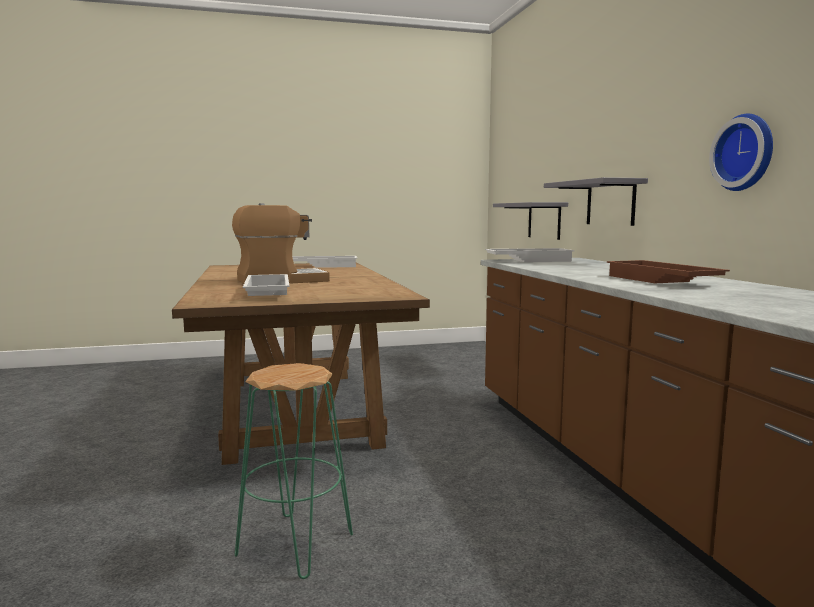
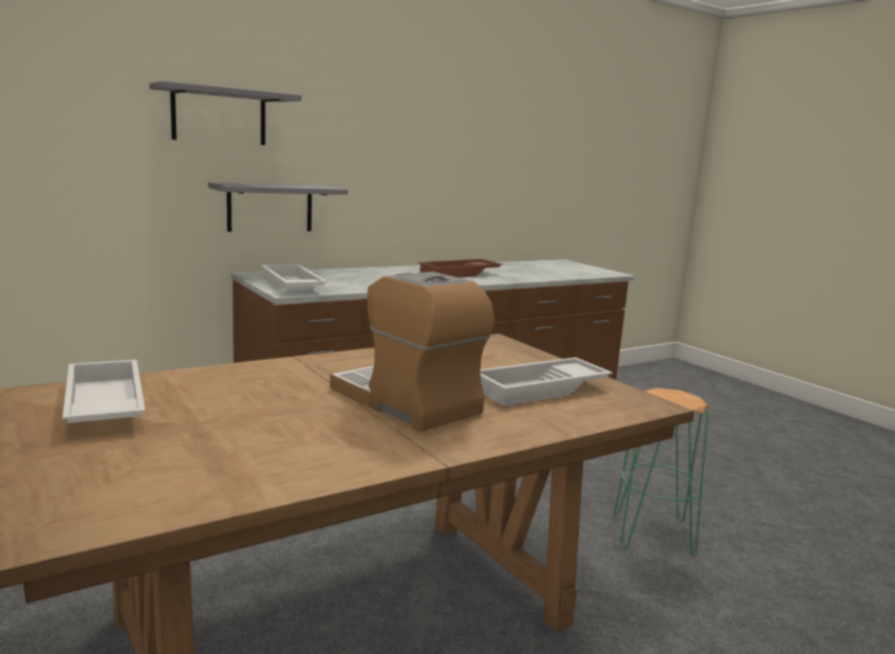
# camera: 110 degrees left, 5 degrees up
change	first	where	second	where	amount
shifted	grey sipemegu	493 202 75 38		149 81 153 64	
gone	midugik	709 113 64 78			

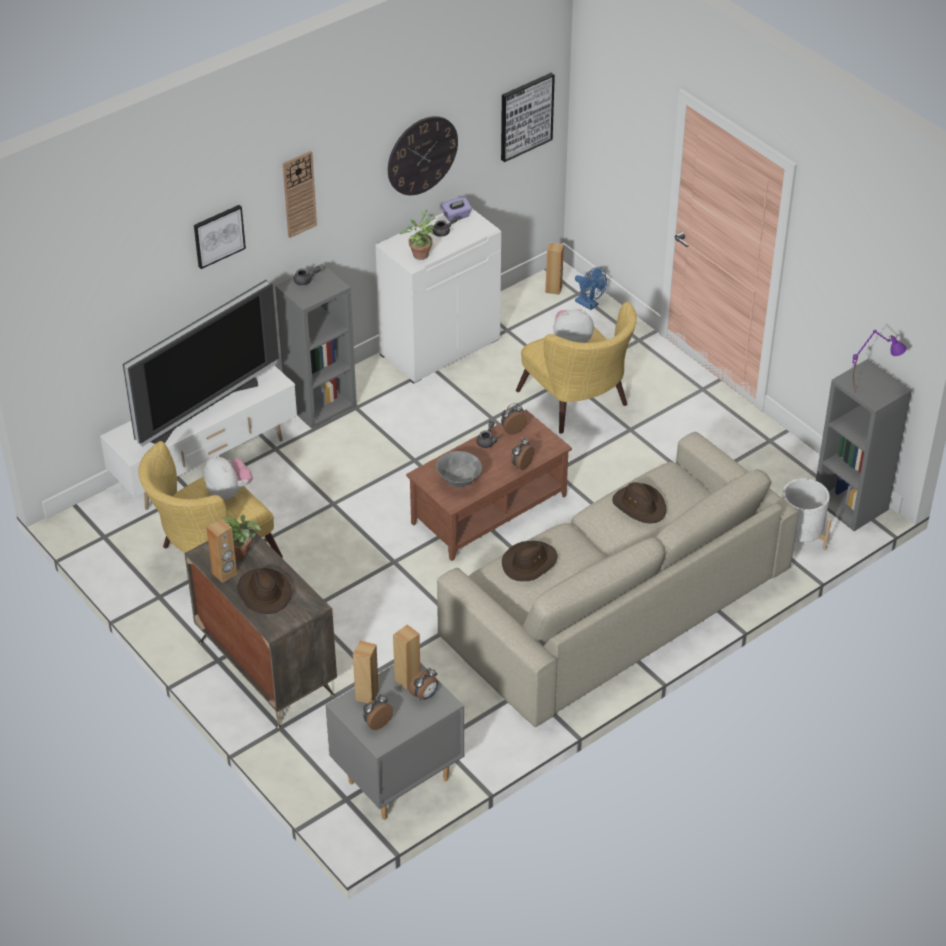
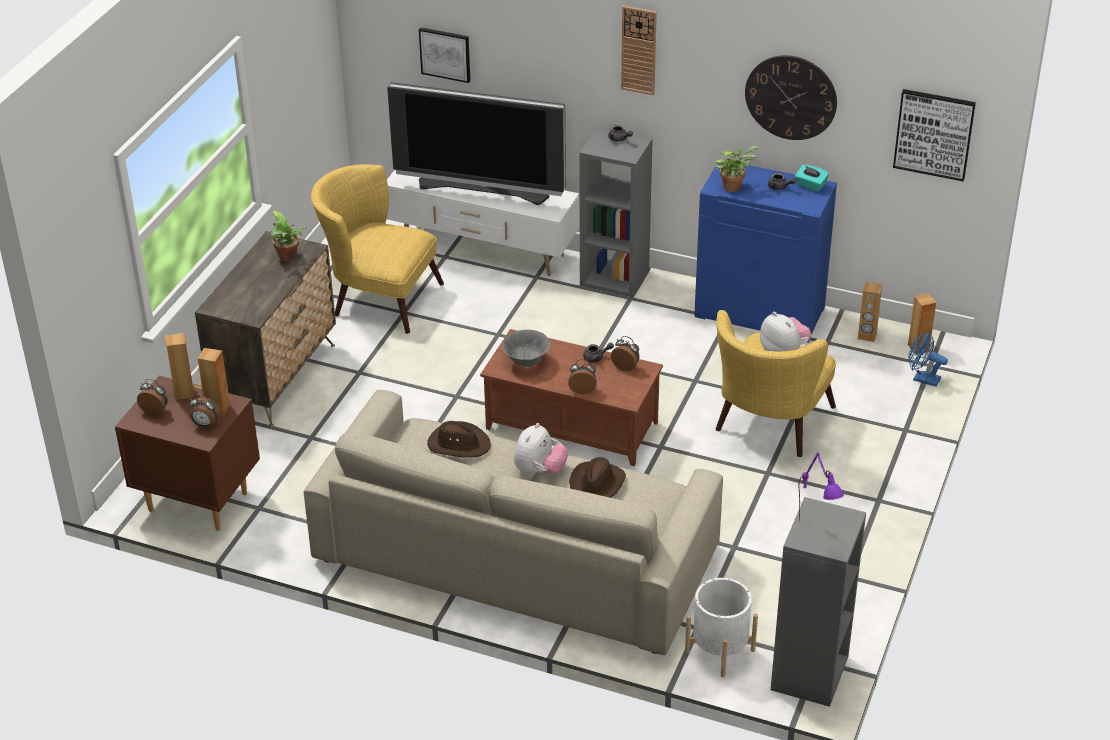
# camera: 60 degrees right, 5 degrees down
change	first	where	second	where	amount
repainted	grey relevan	325 663 139 157	brown relevan	115 375 145 156	
shifted	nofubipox	194 205 52 64		419 27 51 56	
shifted	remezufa	204 455 49 46		514 423 54 52	
repainted	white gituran	375 209 126 175	blue gituran	694 159 143 184	
repainted	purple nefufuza	441 197 31 25	turquoise nefufuza	795 164 34 28	
shifted	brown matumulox	206 519 31 64		858 282 24 60	
rotated	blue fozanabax	575 267 32 43		908 332 40 55	105 degrees clockwise
gone	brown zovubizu	237 568 55 46			

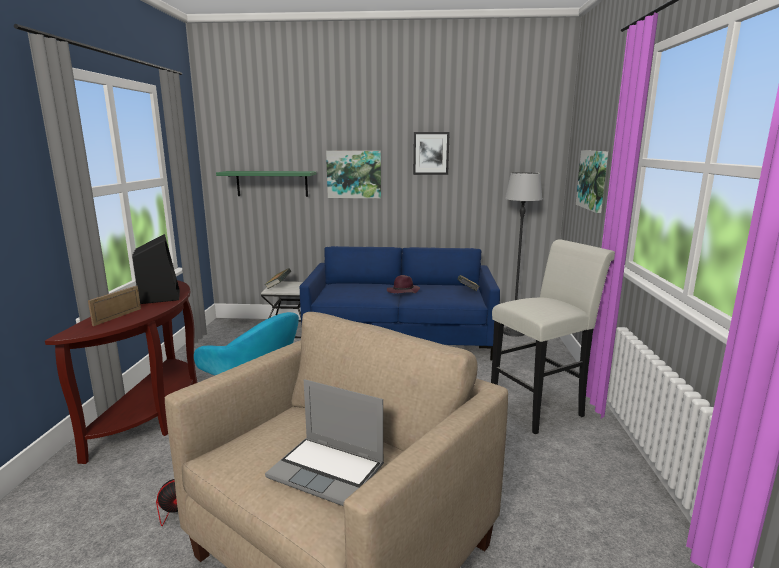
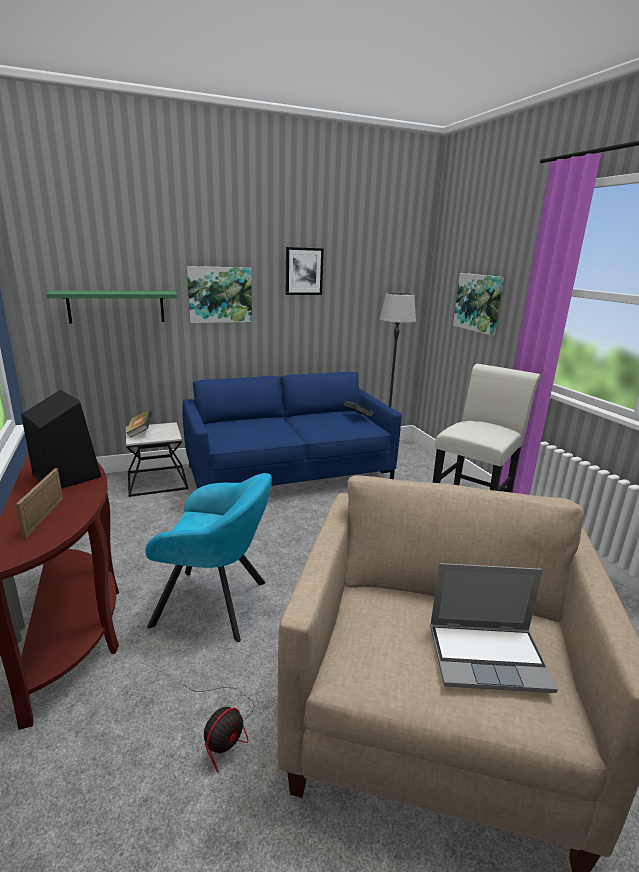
# camera: 25 degrees left, 5 degrees up
change	first	where	second	where	amount
gone	purple zovubizu	387 275 33 18			

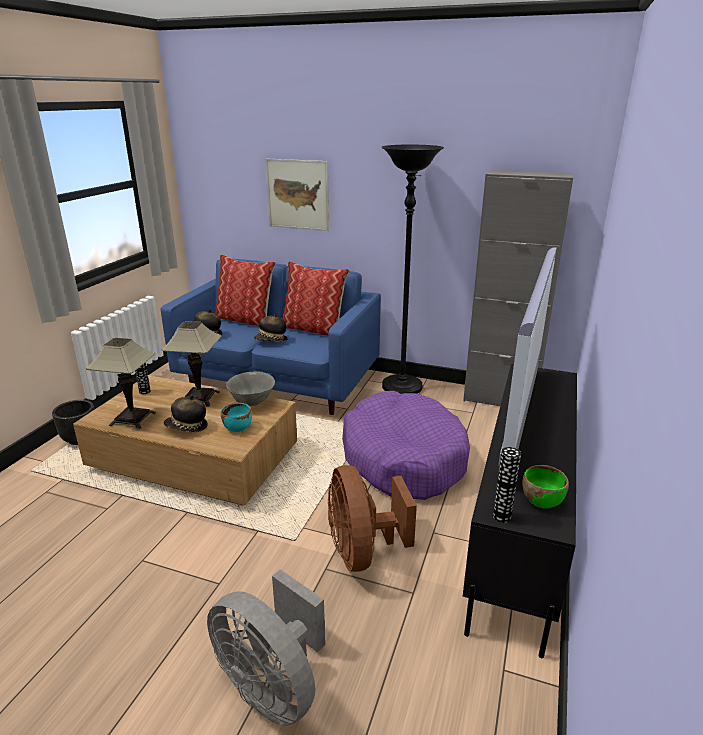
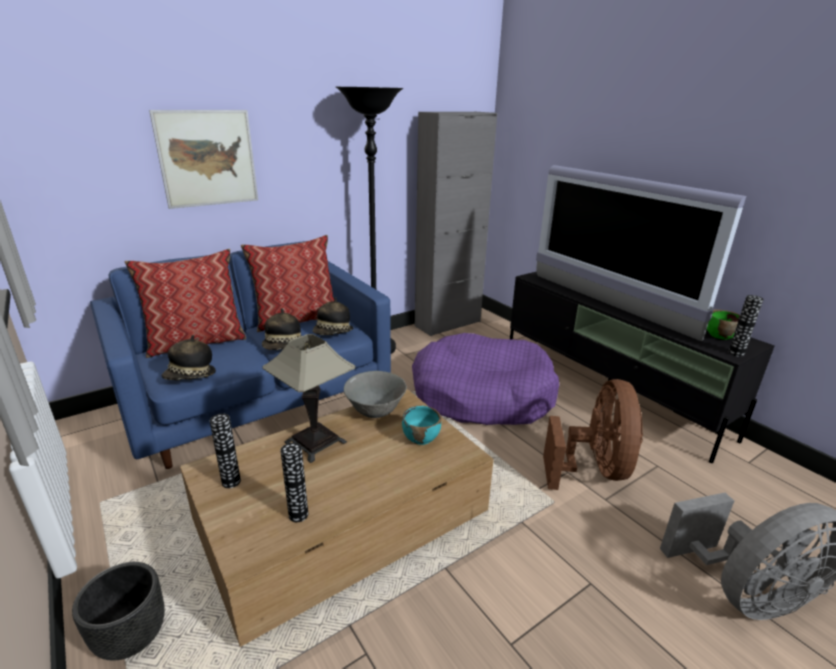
# camera: 55 degrees left, 0 degrees up
change	first	where	second	where	amount
swapped	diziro	86 338 70 91	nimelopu	280 443 28 79	
shifted	zovubizu	164 395 44 37		313 297 40 38	
rotated	brown fozanabax	328 465 89 107		543 379 100 111	105 degrees counterclockwise

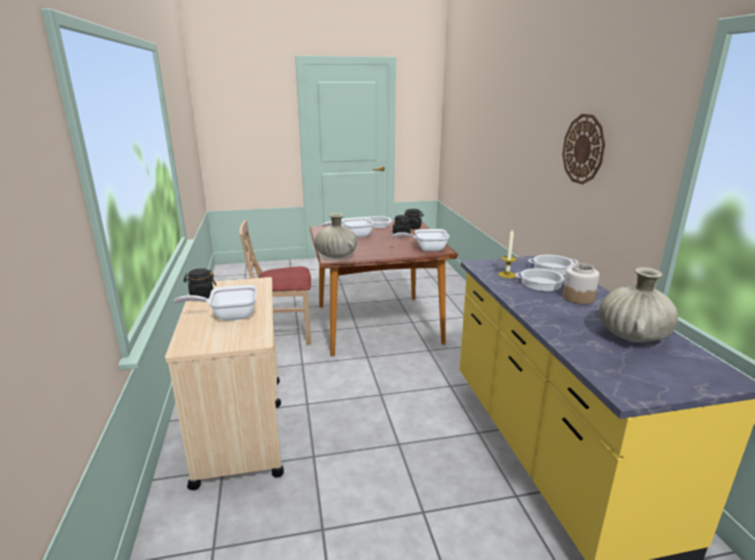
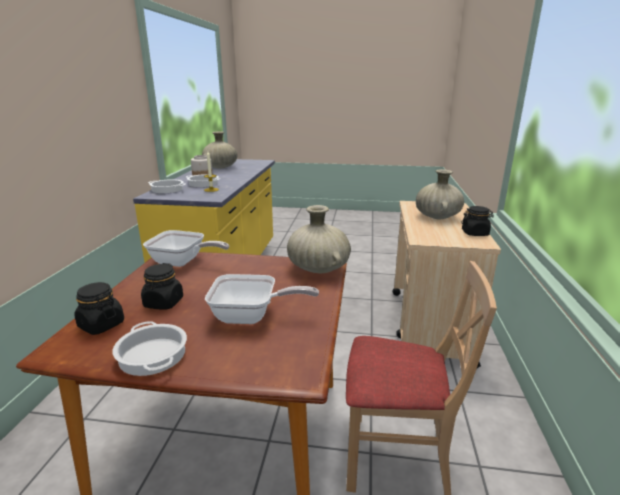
# camera: 160 degrees left, 0 degrees up
change	first	where	second	where	amount
swapped	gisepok	174 285 83 36	beige nimelopu	416 169 48 51	
gone	midugik	562 114 43 71			

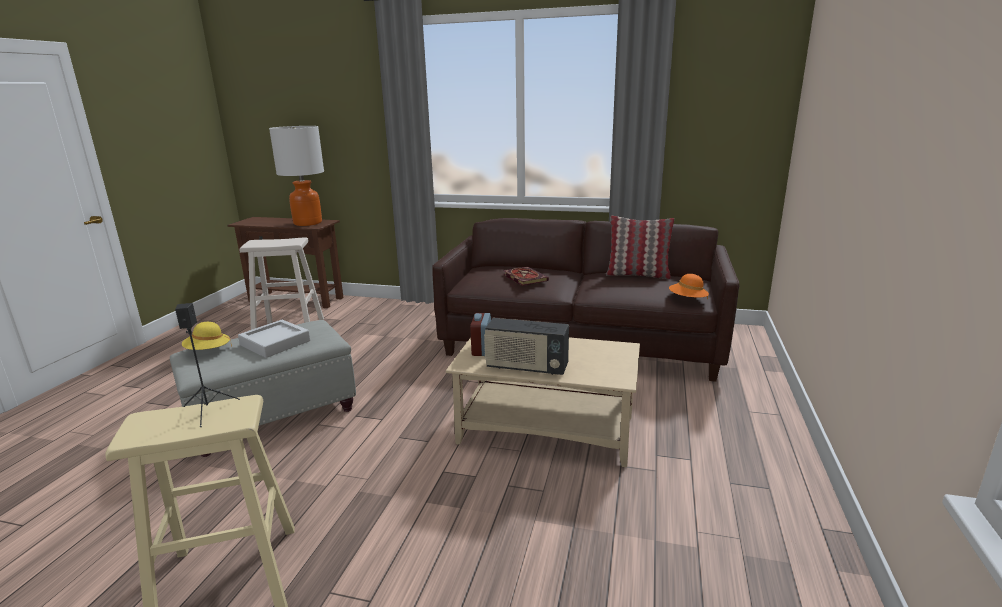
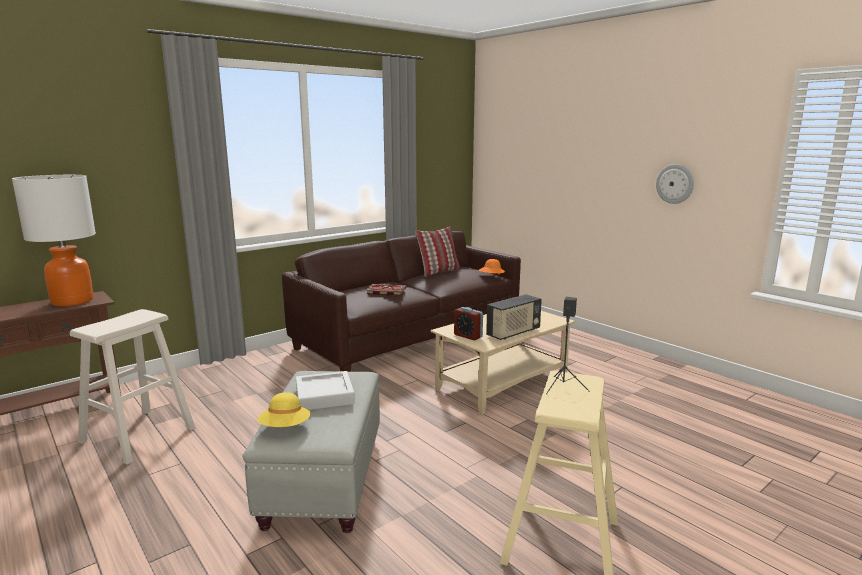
# camera: 55 degrees left, 5 degrees down
change	first	where	second	where	amount
new			midugik	656 164 38 40	

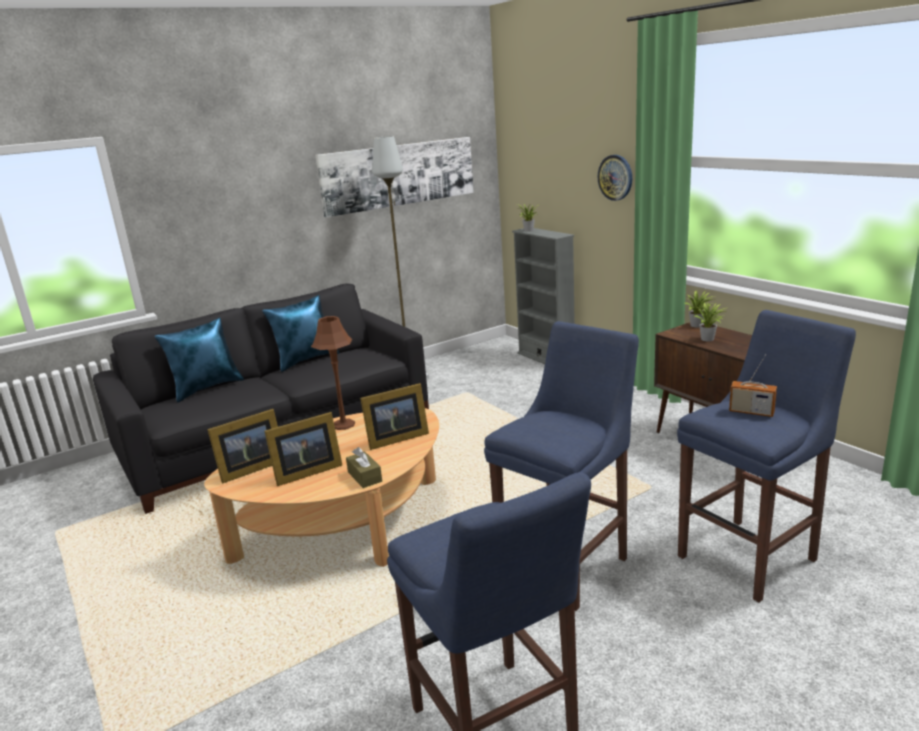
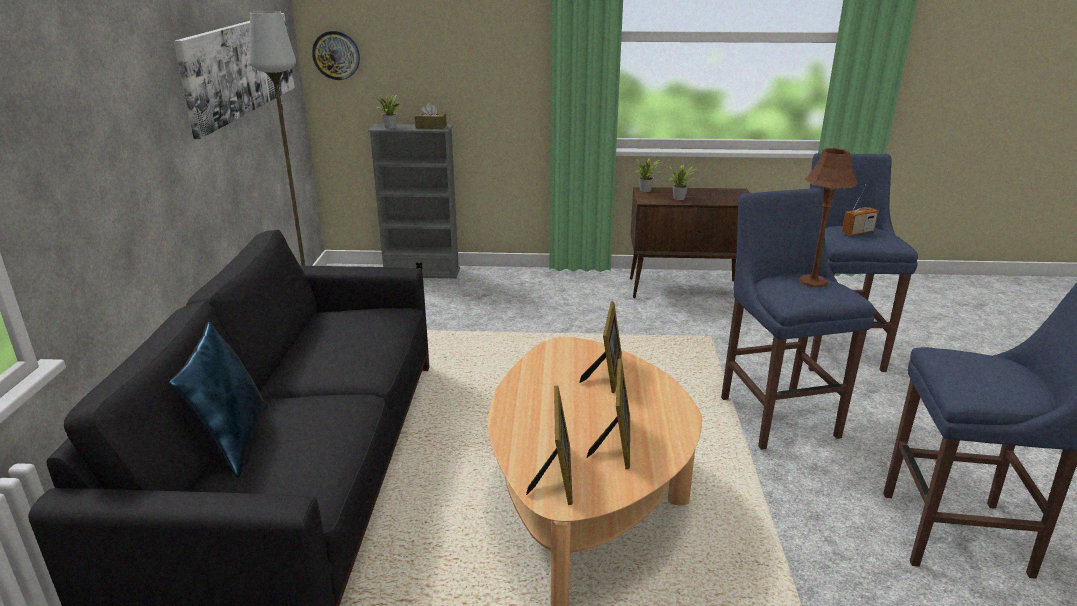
# camera: 55 degrees left, 5 degrees up
change	first	where	second	where	amount
shifted	midugik	598 155 34 46		312 31 48 49	
shifted	brown nefufuza	346 447 36 41		415 103 32 26	
shifted	brown diziro	311 316 44 114		799 148 59 140	
gone	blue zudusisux	262 295 77 77			

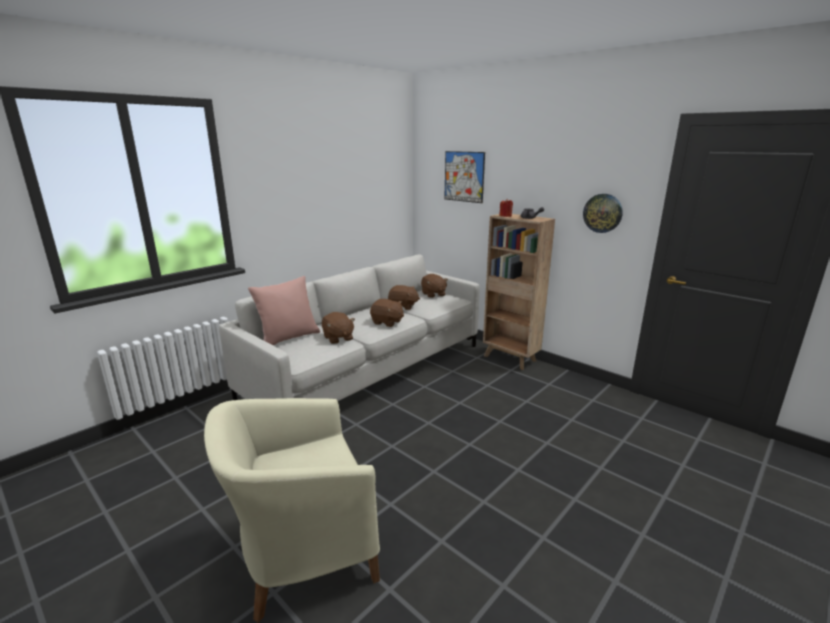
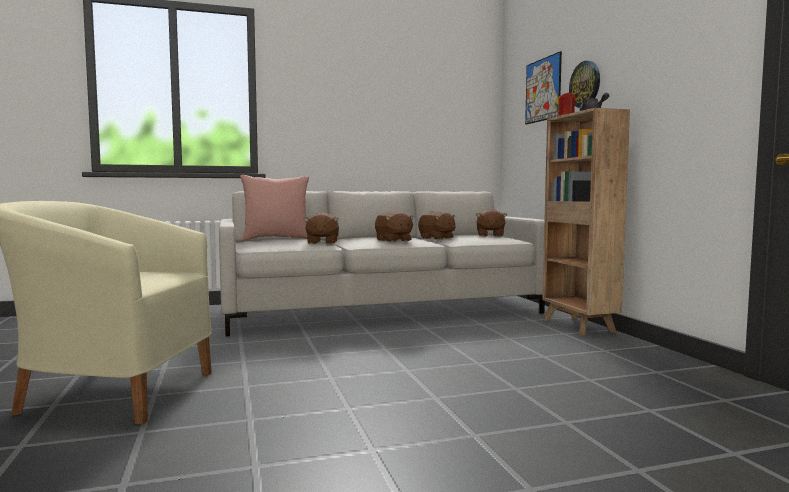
# camera: 30 degrees right, 15 degrees down
change	first	where	second	where	amount
shifted	midugik	583 194 40 39		569 61 31 47	

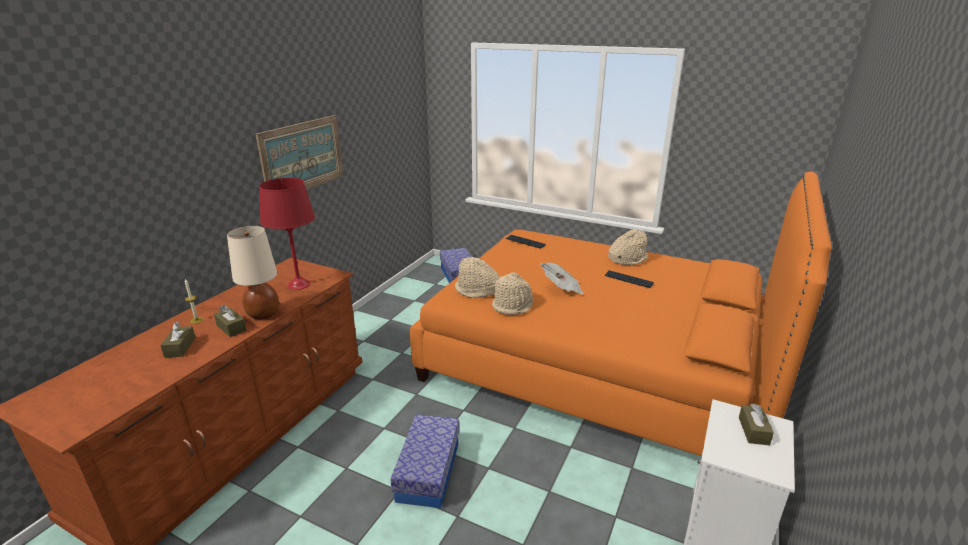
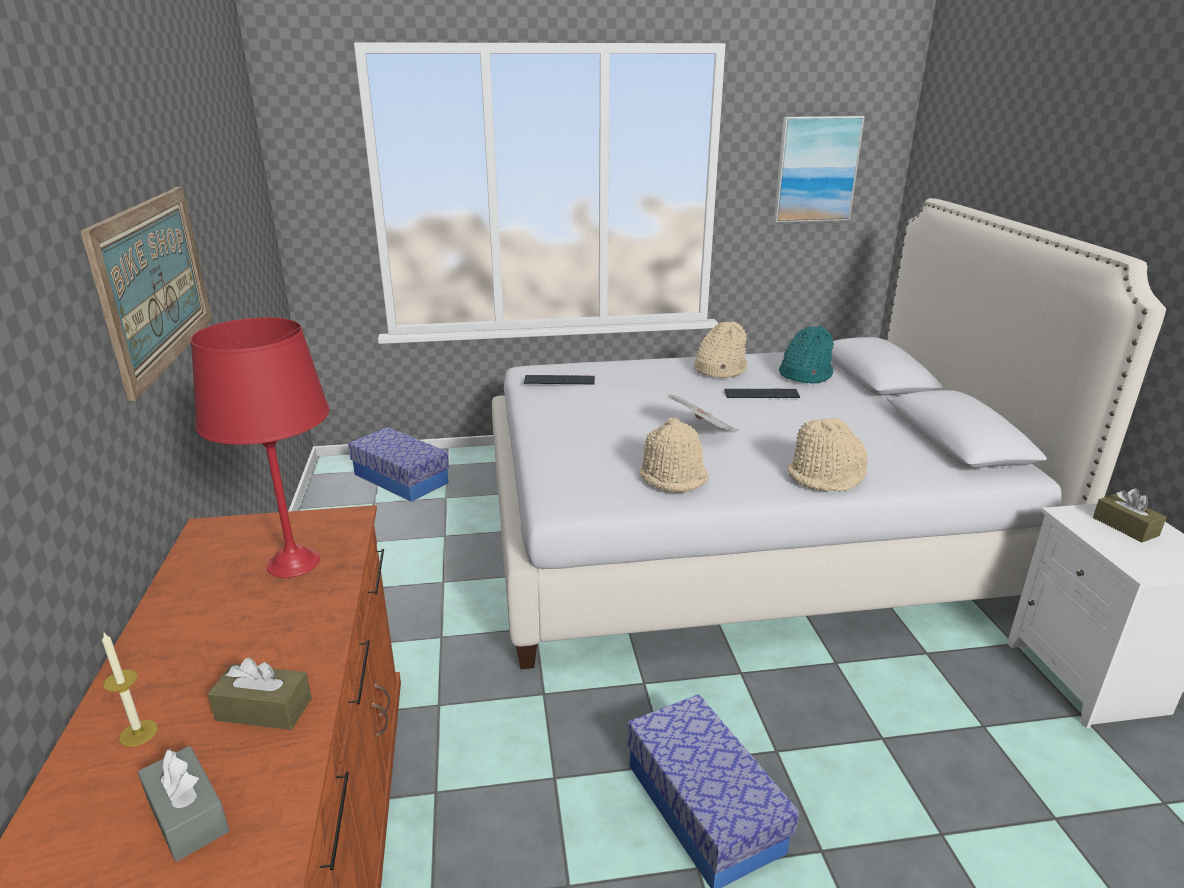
# camera: 35 degrees left, 0 degrees up
change	first	where	second	where	amount
repainted	brown nefufuza	160 322 36 36	grey nefufuza	138 746 92 116	
repainted	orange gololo	410 171 422 285	white gololo	492 198 674 471	
new			nofubipox	773 116 92 107	
new			turquoise zovubizu	779 326 55 58	
shifted	beige zovubizu	455 257 45 41		788 418 80 73	
gone	beige diziro	227 226 52 93			

